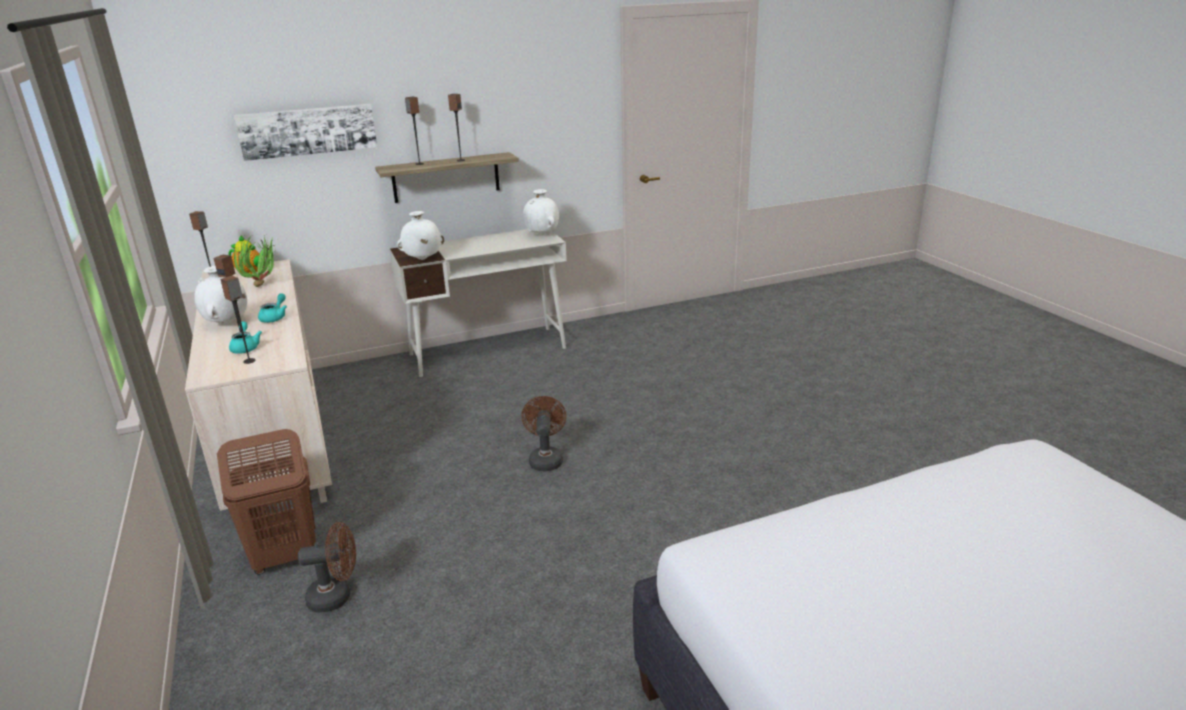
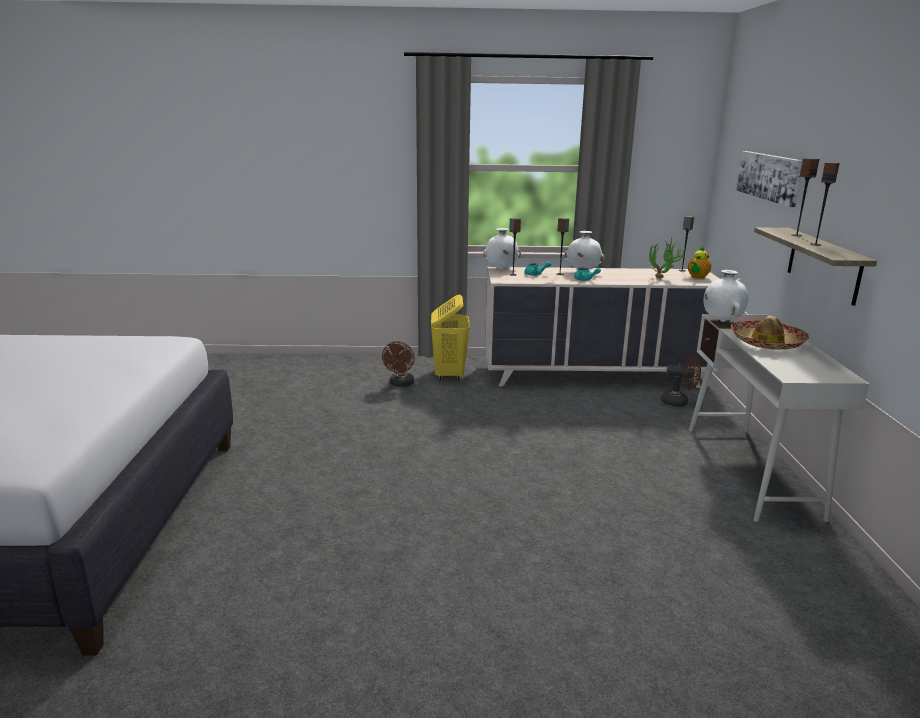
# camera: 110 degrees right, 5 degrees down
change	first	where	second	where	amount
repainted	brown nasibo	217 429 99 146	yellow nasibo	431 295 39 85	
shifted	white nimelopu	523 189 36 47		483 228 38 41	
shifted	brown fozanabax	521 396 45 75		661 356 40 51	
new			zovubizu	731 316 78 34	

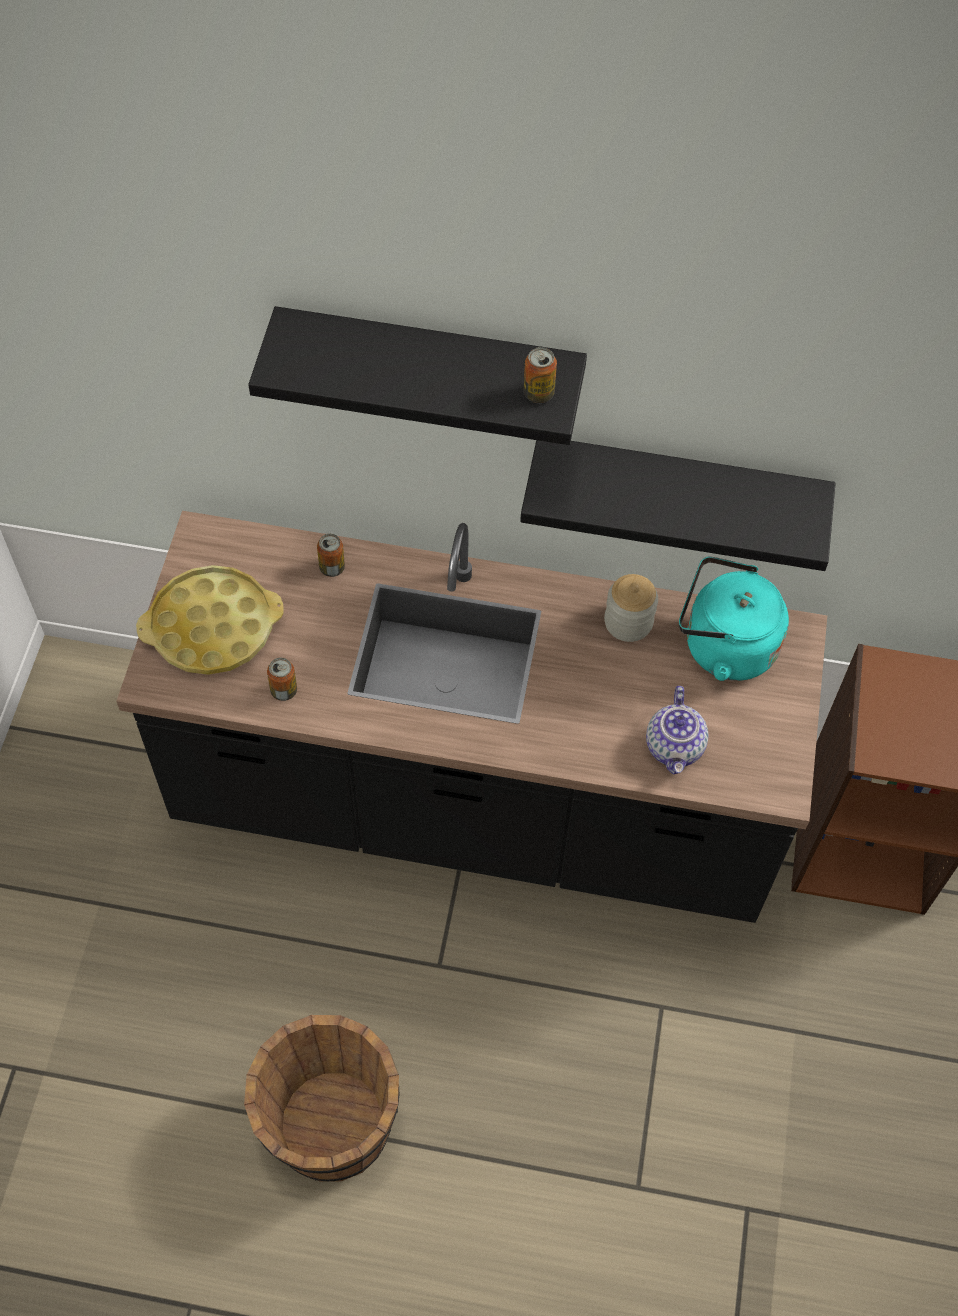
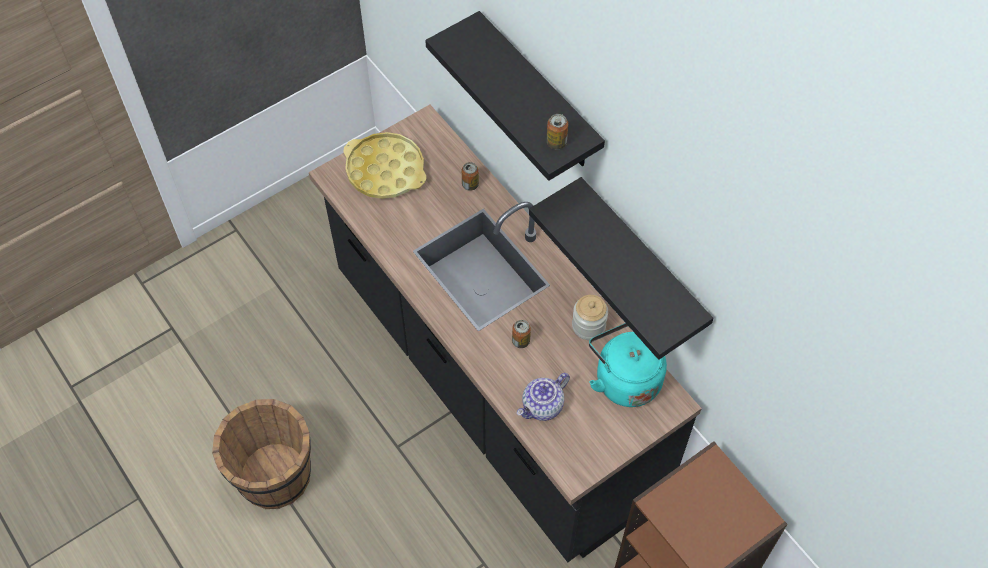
# camera: 45 degrees right, 0 degrees up
change	first	where	second	where	amount
shifted	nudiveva	267 658 30 43		512 320 19 28	

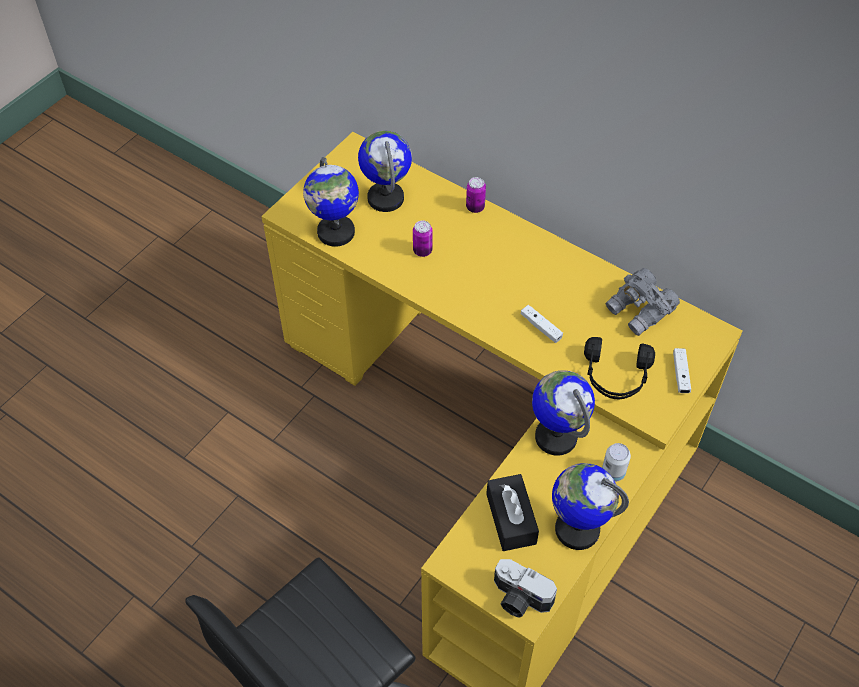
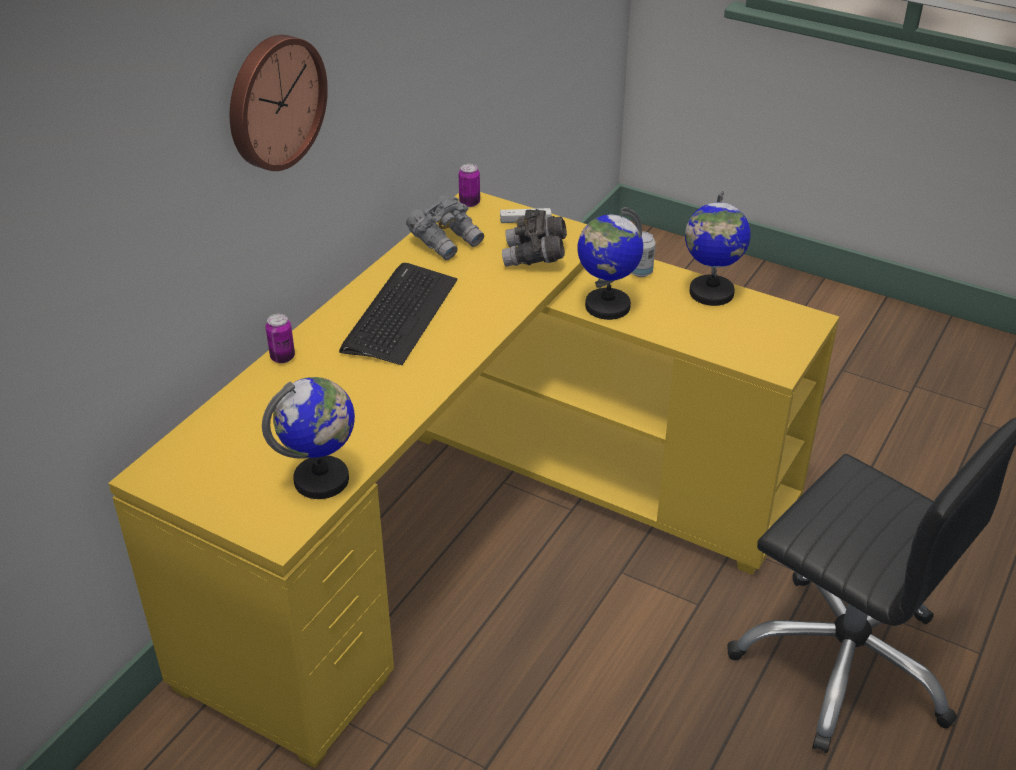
# camera: 95 degrees left, 15 degrees down
change	first	where	second	where	amount
new			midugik	230 35 98 136	
new			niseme	339 263 118 102	
shifted	nudiveva	413 220 19 37		459 164 21 43	
swapped	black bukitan	584 337 71 62	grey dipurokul	502 209 65 58	
gone	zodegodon	358 130 54 82			
gone	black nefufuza	486 474 53 77			
gone	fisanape	494 559 63 59			
gone	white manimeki	521 305 42 38			

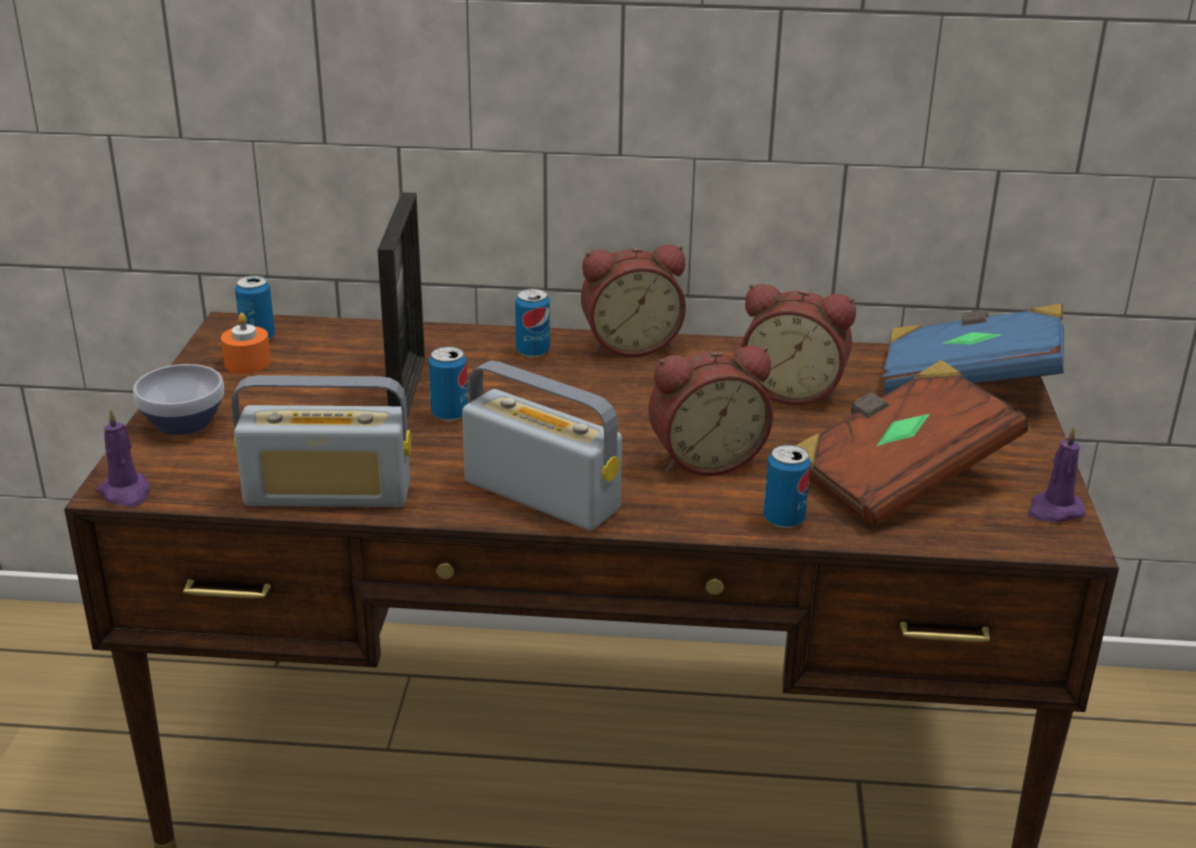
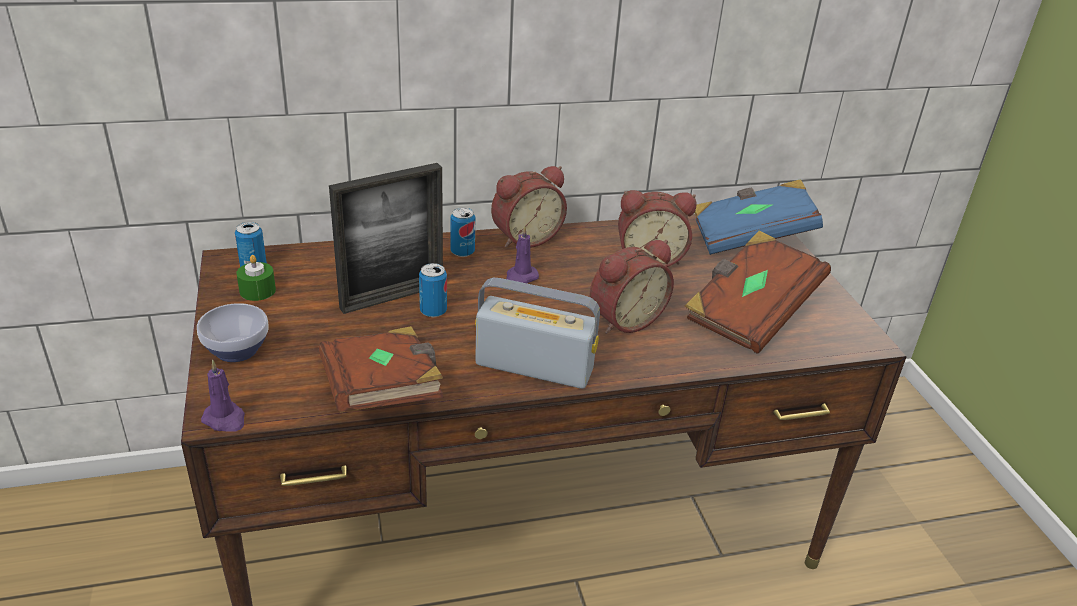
# camera: 20 degrees left, 5 degrees up
change	first	where	second	where	amount
repainted	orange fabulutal	221 313 50 61	green fabulutal	236 255 40 46	
swapped	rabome	232 375 179 132	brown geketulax	319 326 124 86	
rotated	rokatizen	378 192 47 226		329 163 114 151	75 degrees clockwise
shifted	purple fabulutal	1028 426 58 96		506 225 33 58	
gone	nudiveva	763 444 48 84			

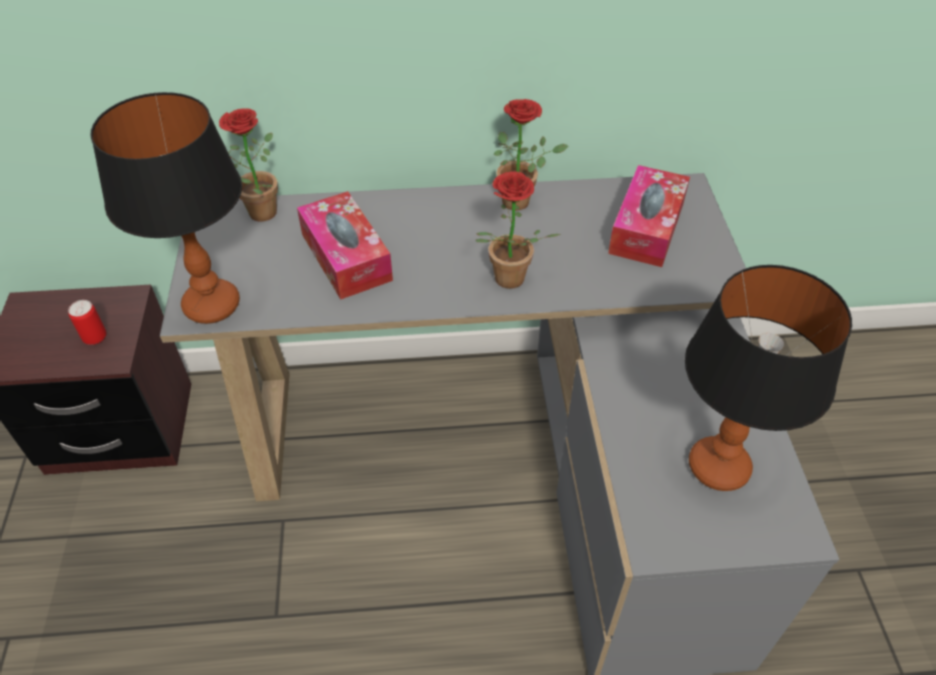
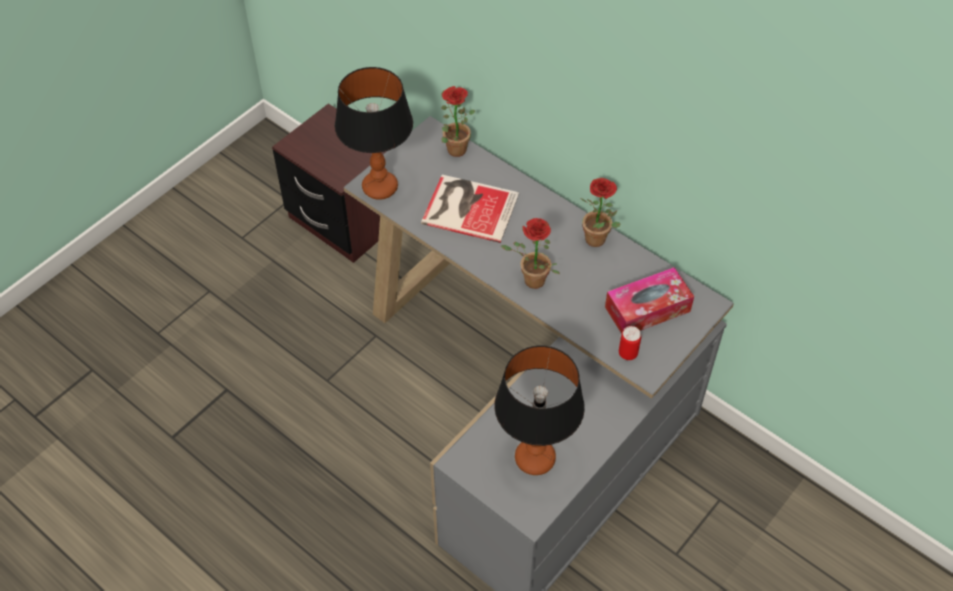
# camera: 45 degrees right, 5 degrees up
change	first	where	second	where	amount
swapped	nefufuza	297 191 96 109	geketulax	421 175 98 68	
shifted	nudiveva	68 300 38 45		619 326 22 34	

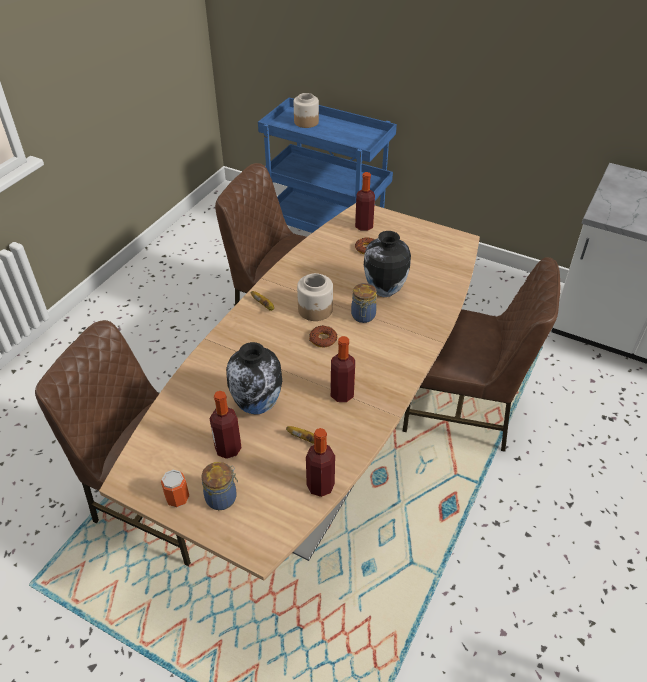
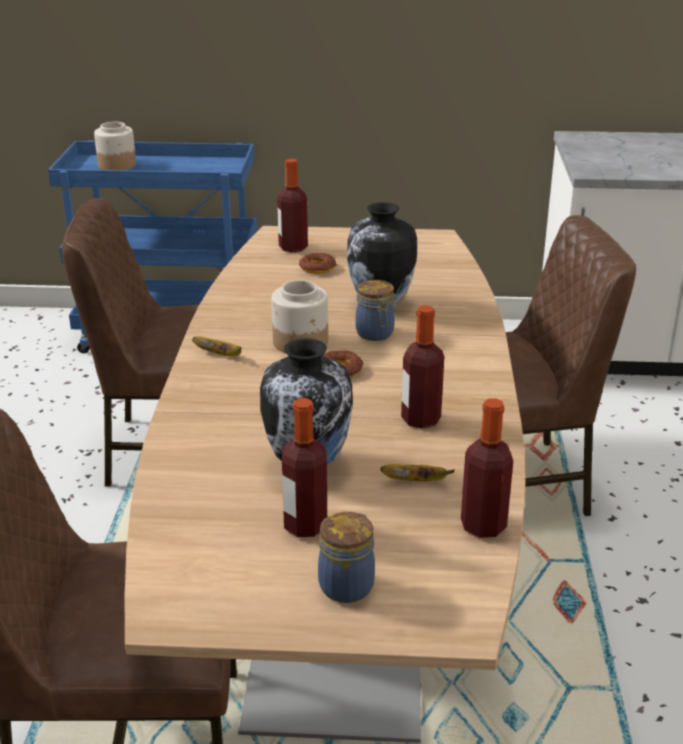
# camera: 25 degrees left, 15 degrees down
change	first	where	second	where	amount
gone	nudiveva	161 470 28 37			

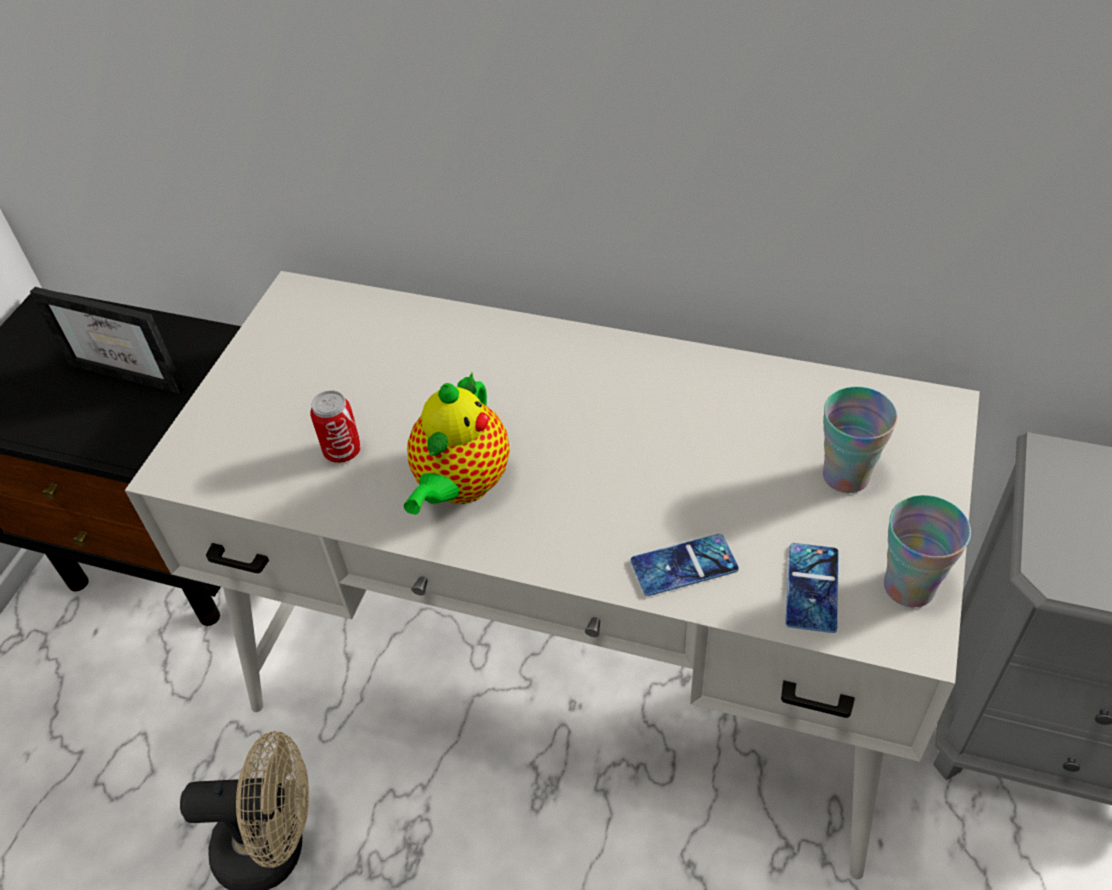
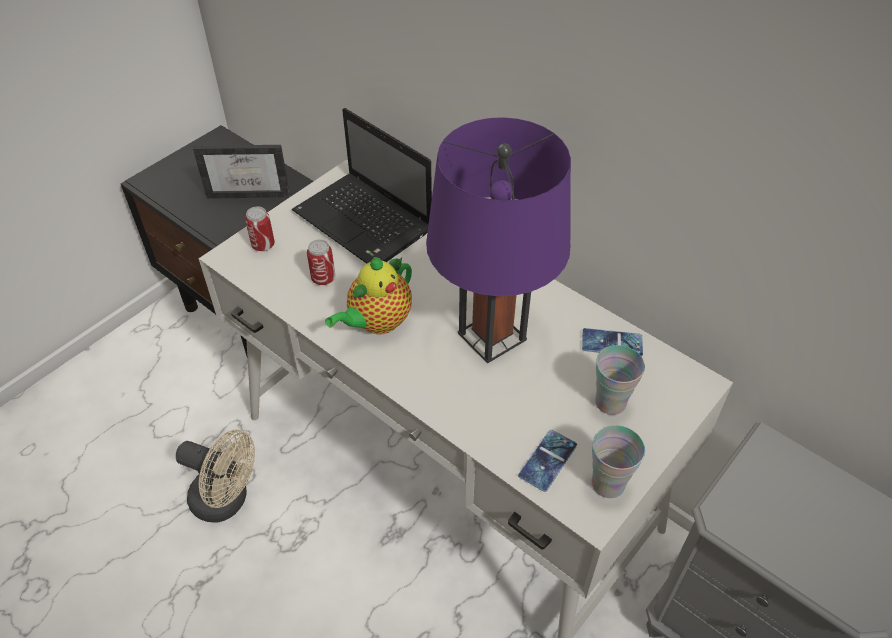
# camera: 20 degrees right, 0 degrees up
change	first	where	second	where	amount
rotated	rokatizen	30 287 154 107		193 145 97 54	45 degrees counterclockwise
new			nudiveva	245 206 30 45	
new			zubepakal	292 108 140 156	
new			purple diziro	426 117 145 247	
shifted	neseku	630 534 109 62		582 328 61 29	

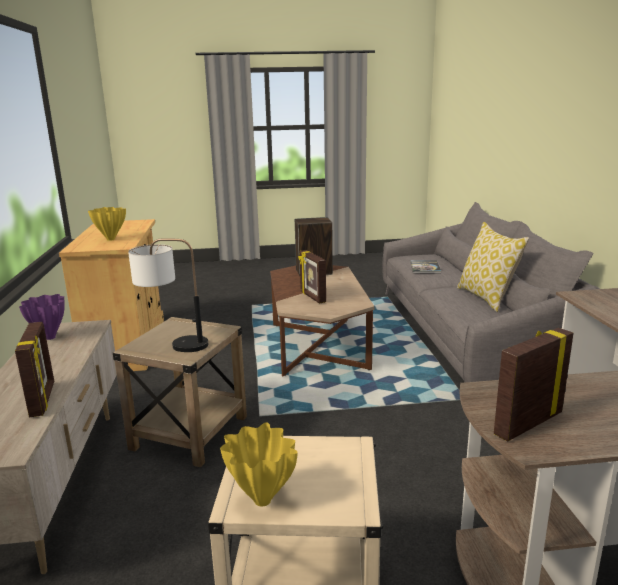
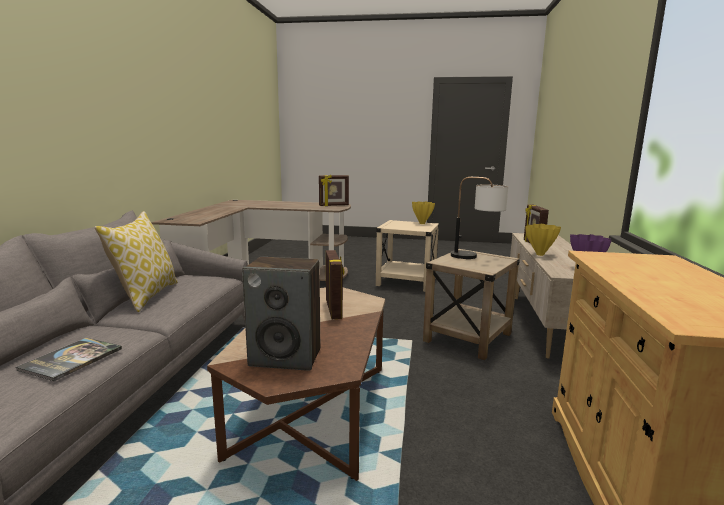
# camera: 165 degrees left, 5 degrees down
change	first	where	second	where	amount
shifted	yellow nimelopu	88 207 38 34		525 224 36 32	

